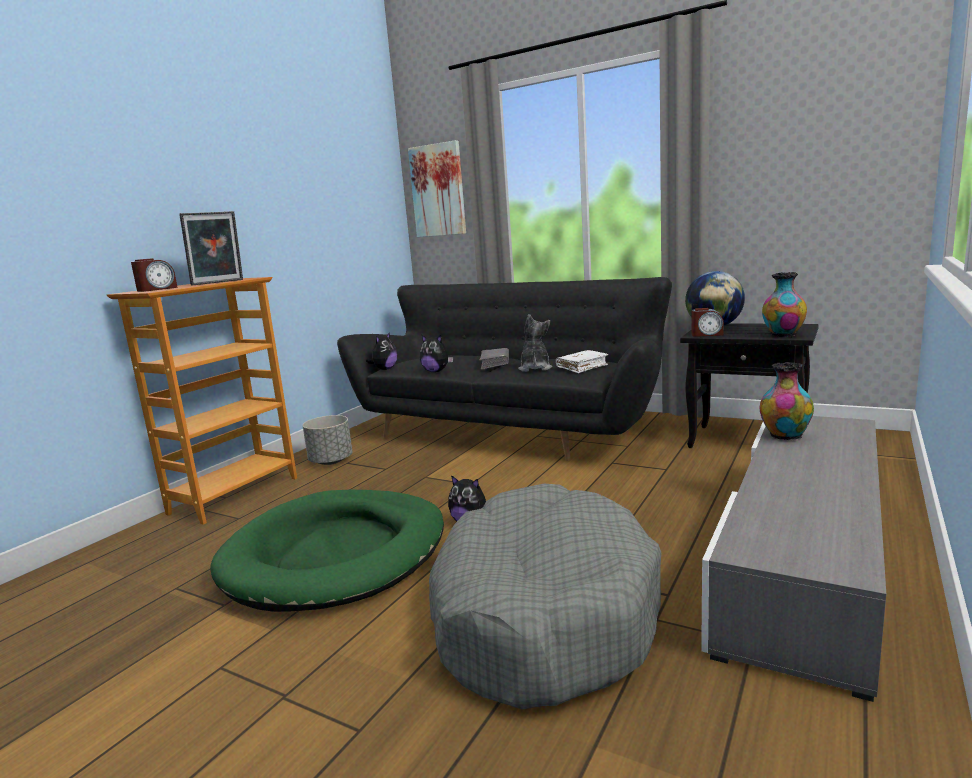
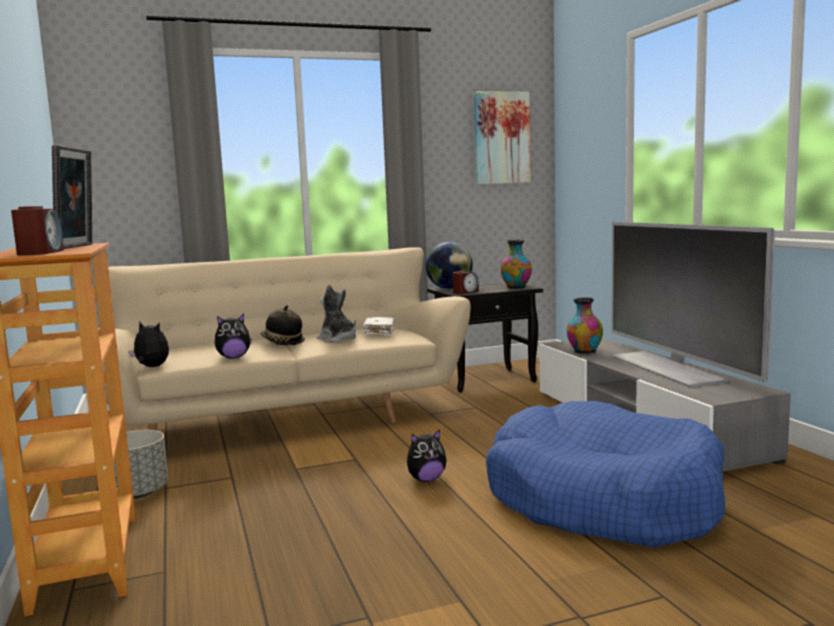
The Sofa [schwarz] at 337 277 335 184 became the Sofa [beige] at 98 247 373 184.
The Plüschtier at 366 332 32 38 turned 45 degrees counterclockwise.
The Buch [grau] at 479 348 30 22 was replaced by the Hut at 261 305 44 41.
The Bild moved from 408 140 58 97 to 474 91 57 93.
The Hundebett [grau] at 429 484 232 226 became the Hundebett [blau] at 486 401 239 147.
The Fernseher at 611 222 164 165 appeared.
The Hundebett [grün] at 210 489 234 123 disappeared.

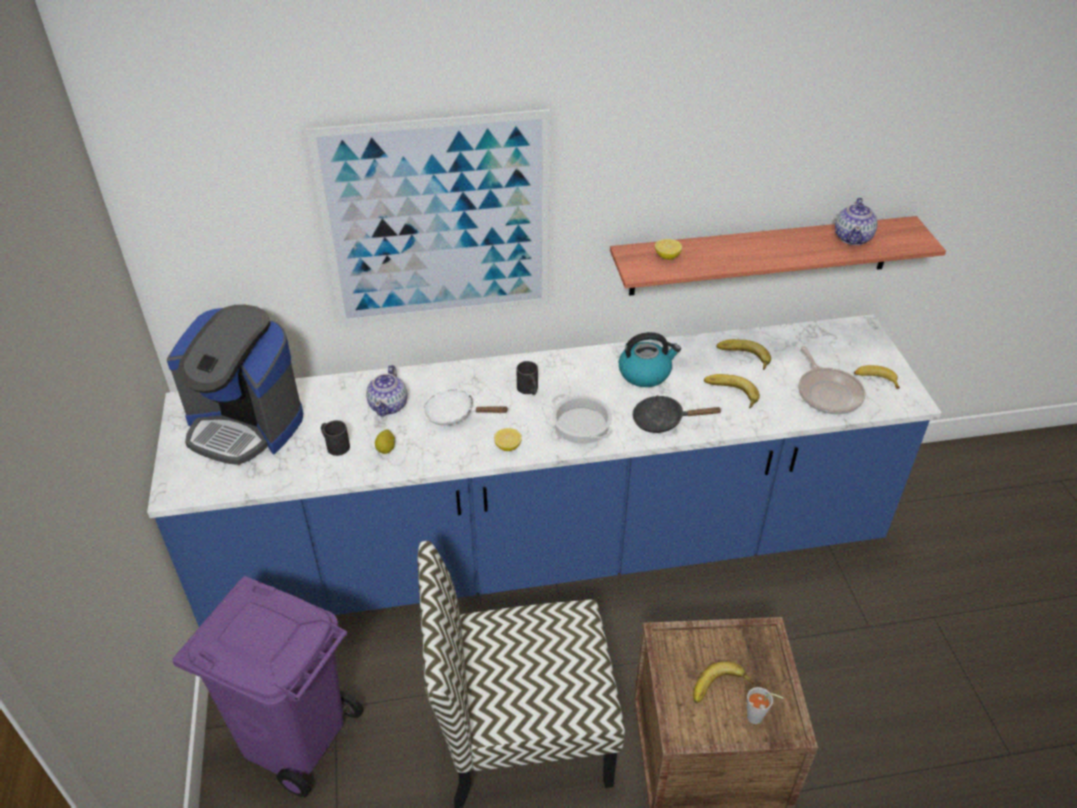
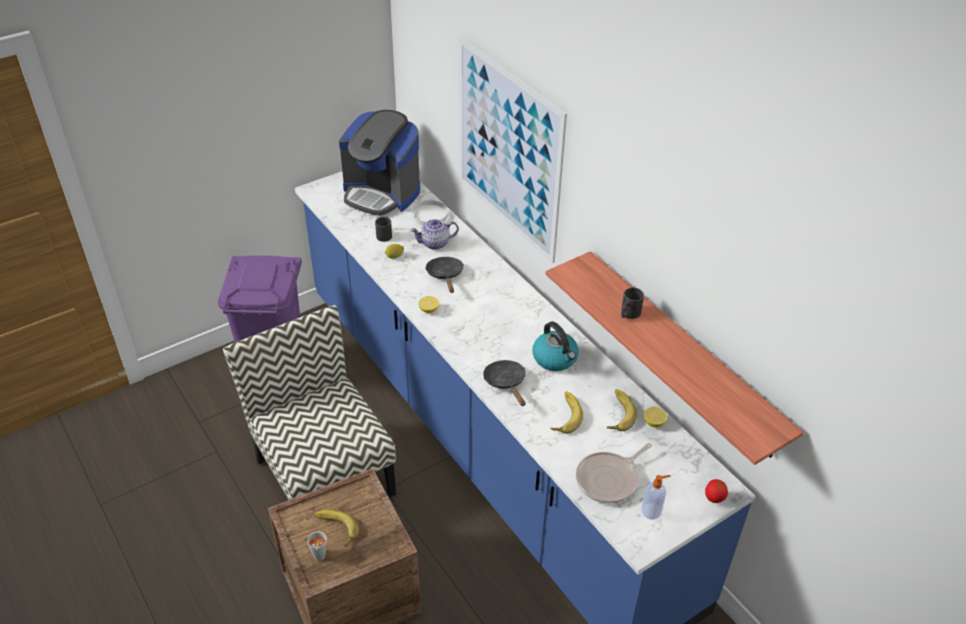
The Kaffeemaschine at 167 305 136 160 turned 60 degrees counterclockwise.
The Teller [weiß] at 412 200 36 26 appeared.
The Pfanne [weiß] at 424 389 85 37 became the Pfanne [schwarz] at 425 257 39 36.
The Henkelbecher [schwarz] moved from 516 361 22 34 to 621 287 23 32.
The Banane at 854 365 46 24 was replaced by the Seifenspender at 641 475 30 44.
The Zitrone moved from 655 239 27 21 to 644 407 24 21.
The Tomate at 705 479 23 24 appeared.
The Kochtopf at 552 394 61 50 disappeared.
The Teekanne at 835 198 43 47 disappeared.

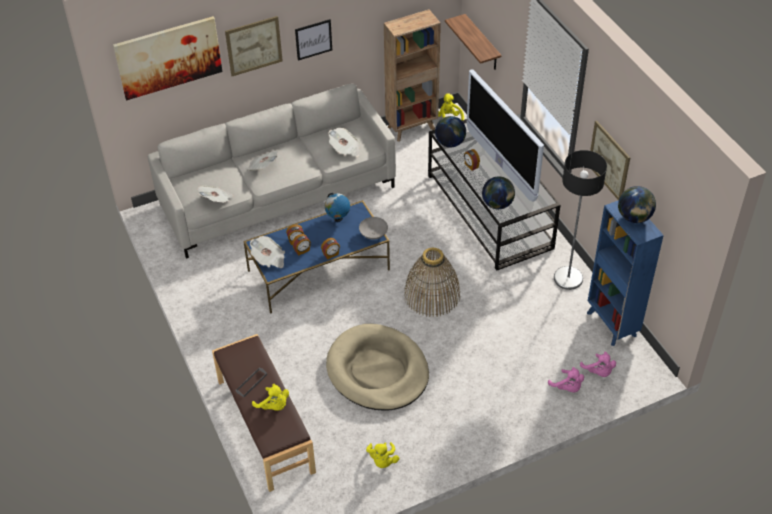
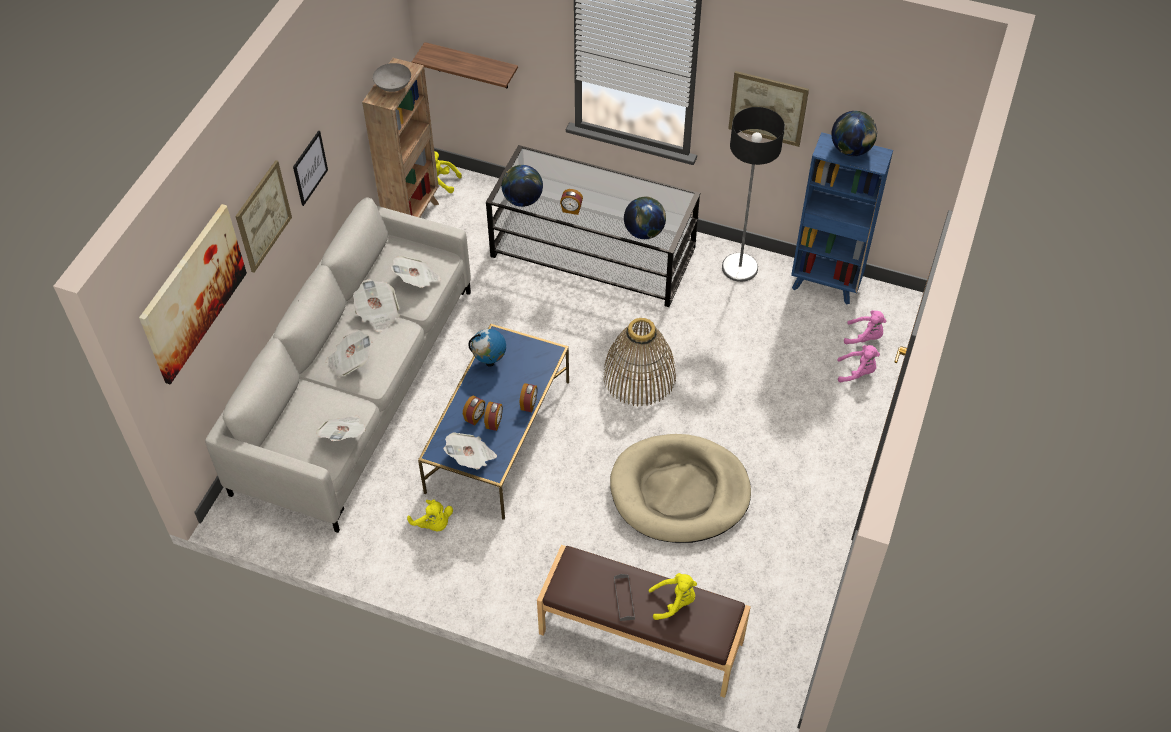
The Zeitung at 353 279 47 53 appeared.
The Schüssel [grau] moved from 359 217 29 23 to 373 63 38 29.
The Plüschtier [gelb] moved from 366 442 33 26 to 407 500 46 31.
The Fernseher at 467 70 77 132 disappeared.

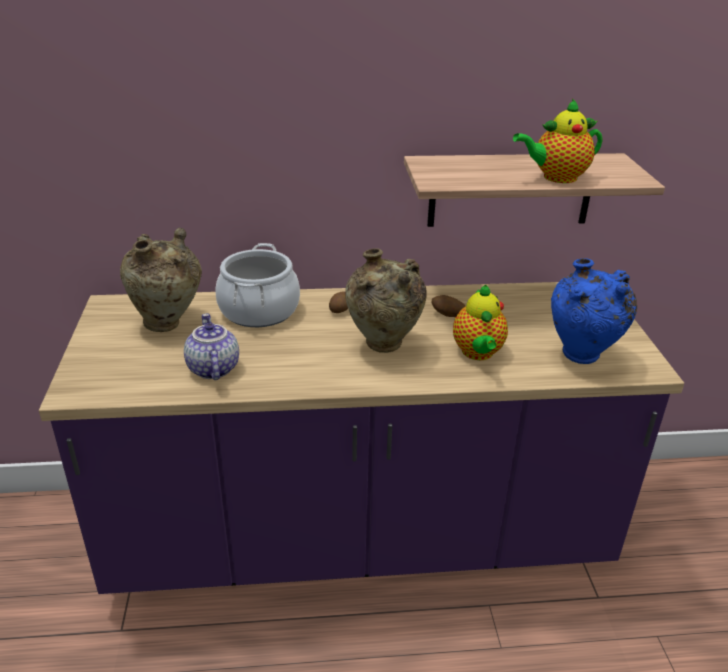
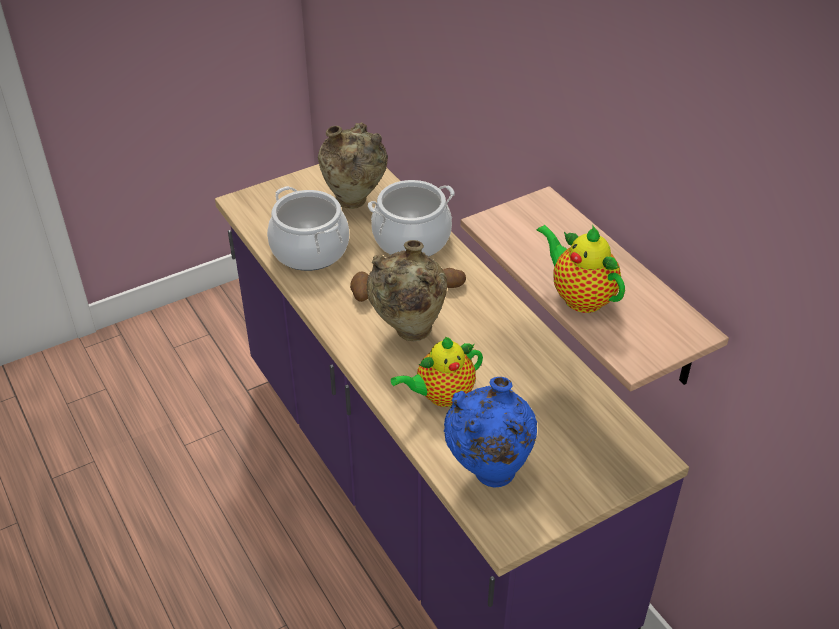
The Teekanne at 184 313 55 67 was replaced by the Kochtopf at 267 186 82 85.
The Kartoffel moved from 431 295 34 22 to 350 271 19 31.

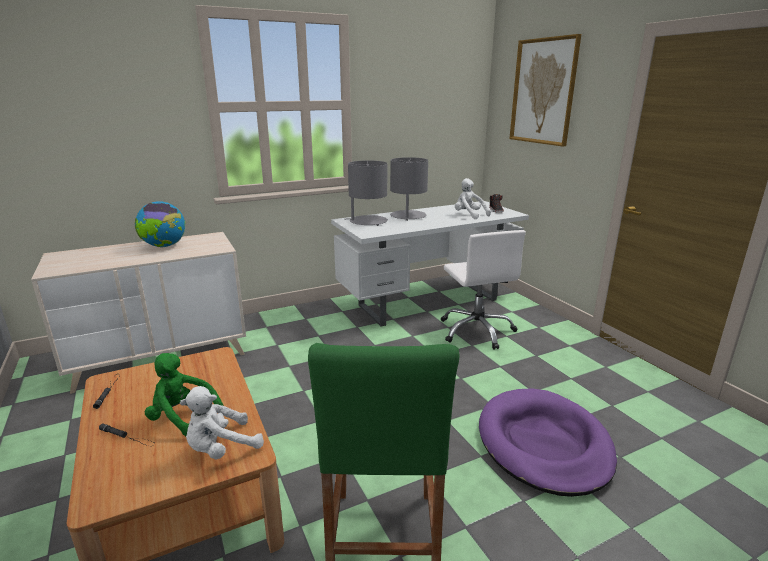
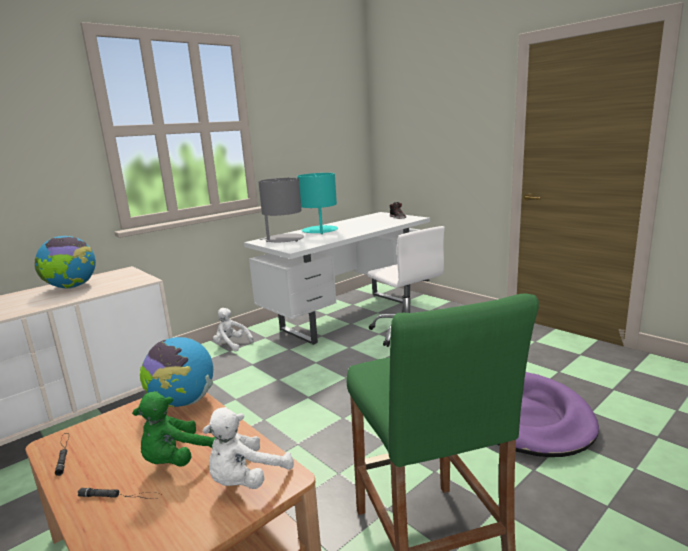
The Plüschtier [grün] at 145 353 79 83 turned 60 degrees counterclockwise.
The Globus at 140 337 73 70 appeared.
The Plüschtier [weiß] moved from 455 178 36 41 to 213 308 41 43.
The Tischlampe [grau] at 390 157 38 64 became the Tischlampe [türkis] at 297 173 41 61.
The Bild at 509 34 72 113 disappeared.

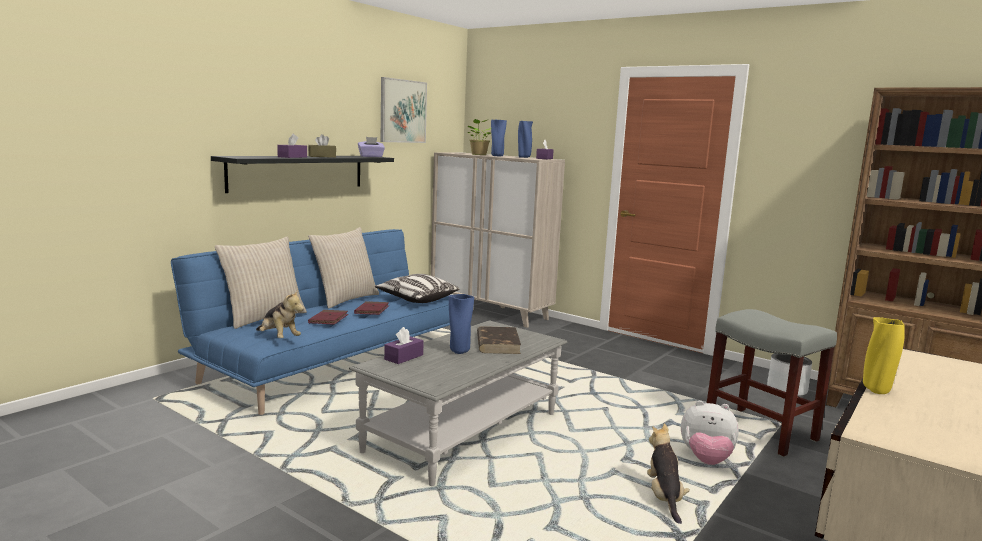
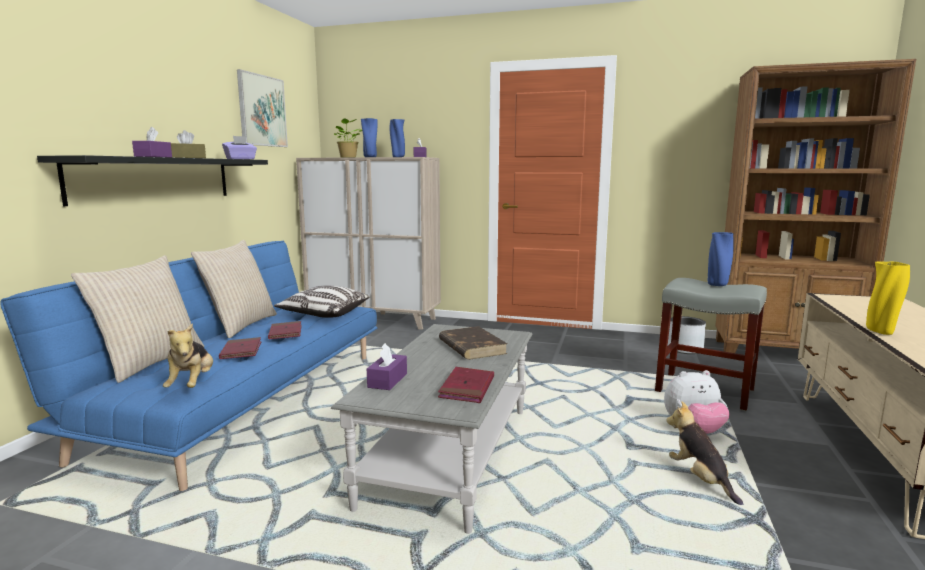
The Plüschtier at 256 289 48 49 turned 60 degrees clockwise.
The Buch [rot] at 438 367 56 36 appeared.
The Vase [blau] moved from 449 294 25 60 to 708 232 26 54.

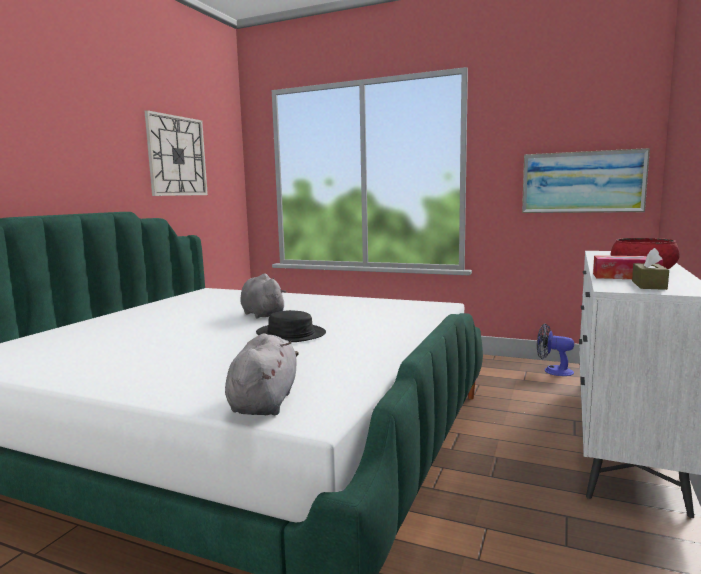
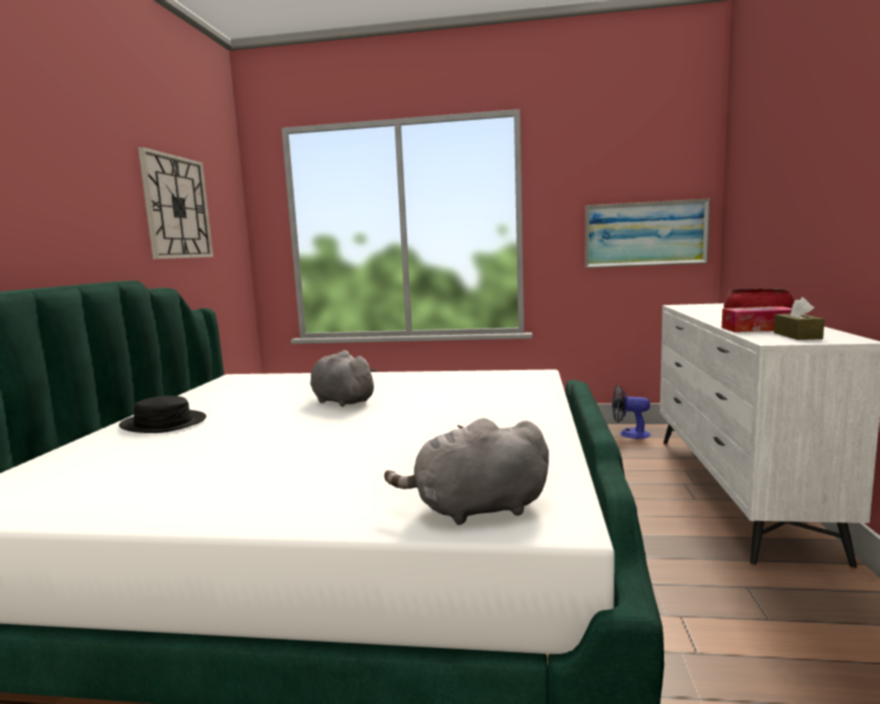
The Hut [schwarz] moved from 256 310 70 32 to 119 396 87 37.
The Plüschtier [grau] at 225 333 74 82 turned 90 degrees counterclockwise.

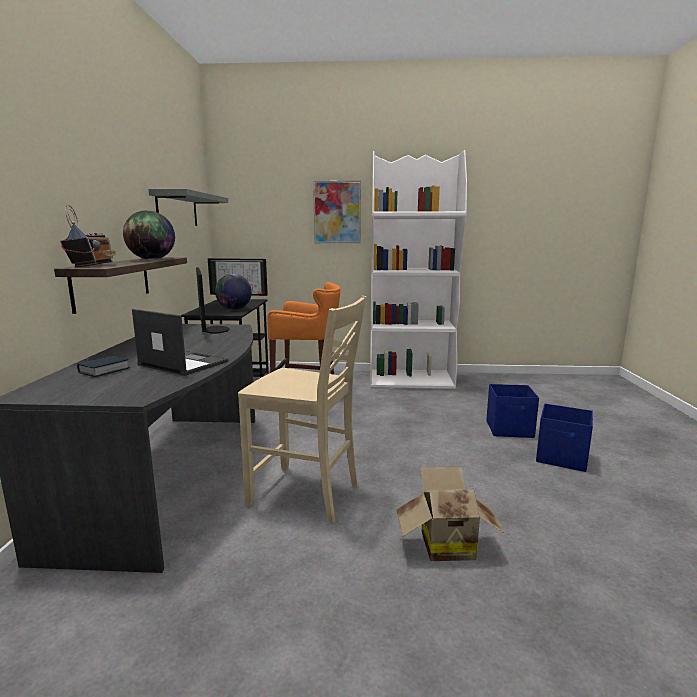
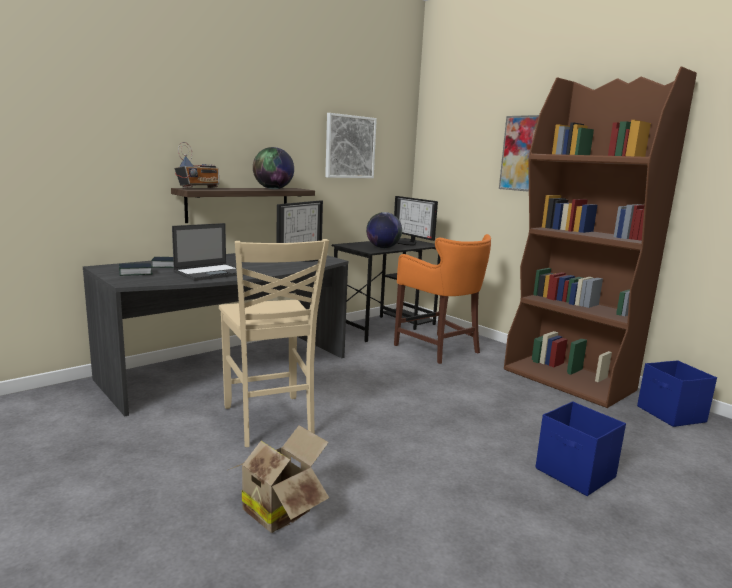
The Buch at 119 263 34 13 appeared.
The Laptop at 132 309 96 67 turned 60 degrees clockwise.
The Wandregal [grau] at 148 189 80 37 was replaced by the Bild at 325 113 52 65.
The Bücherregal [weiß] at 370 150 97 239 became the Bücherregal [braun] at 504 67 193 341.
The Aufbewahrungsbox [blau] moved from 536 403 57 69 to 637 360 80 67.

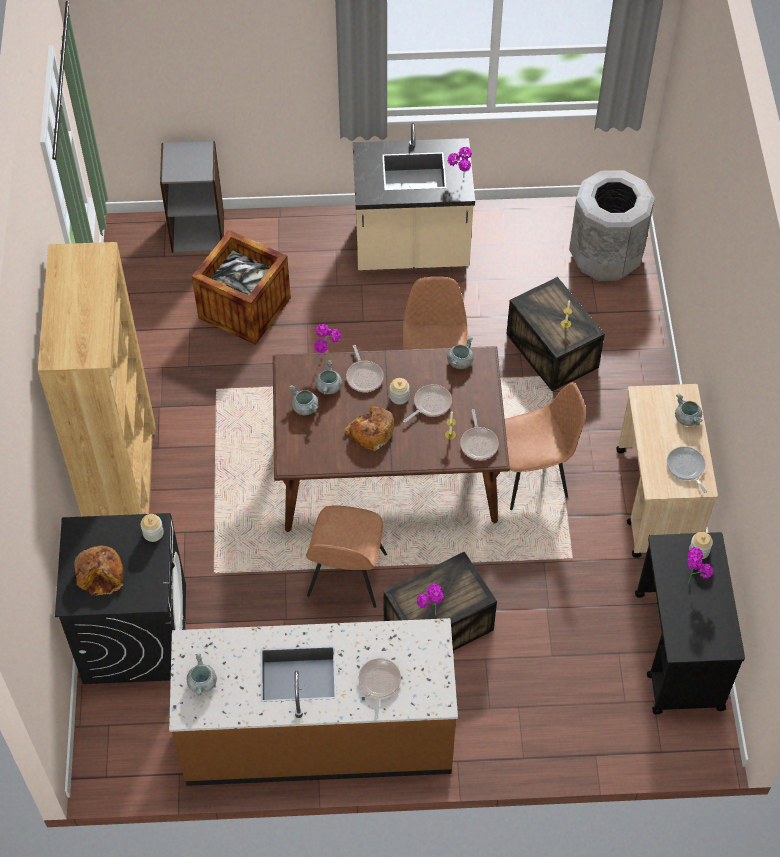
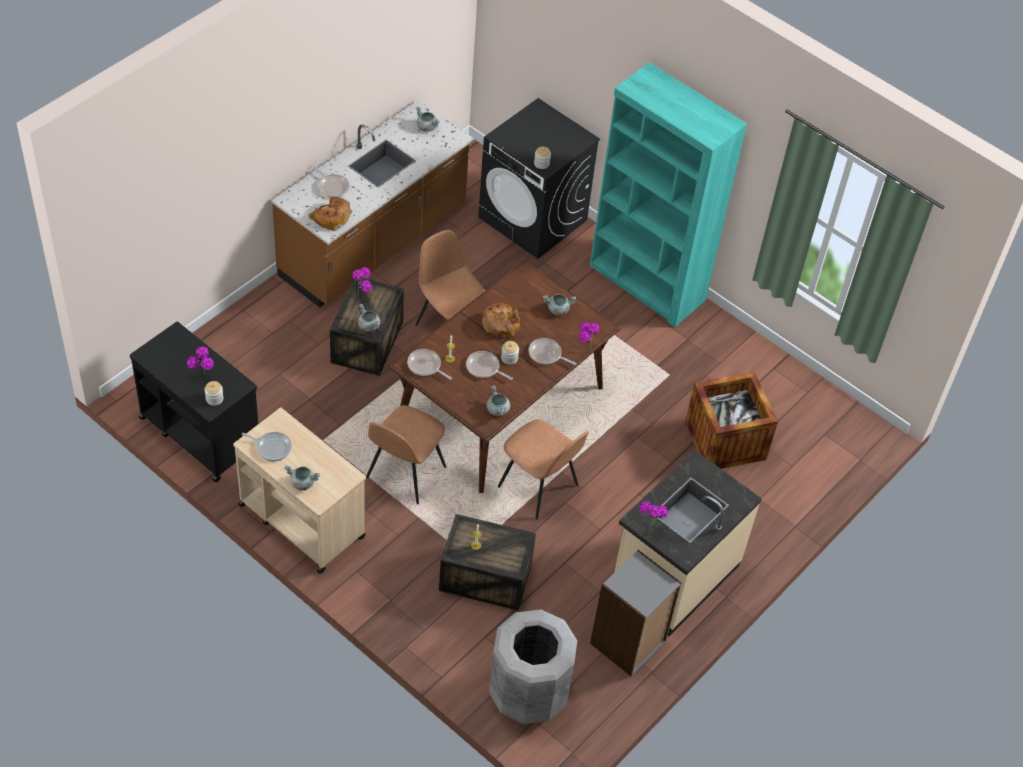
The Brot moved from 74 546 50 50 to 309 197 41 34.
The Kochtopf [grau] moved from 316 360 26 35 to 358 304 23 28.
The Pfanne at 403 384 49 39 turned 120 degrees clockwise.
The Bücherregal [braun] at 38 242 118 275 became the Bücherregal [türkis] at 590 62 157 265.
The Bücherregal [grau] moved from 160 141 64 112 to 590 550 92 127.

